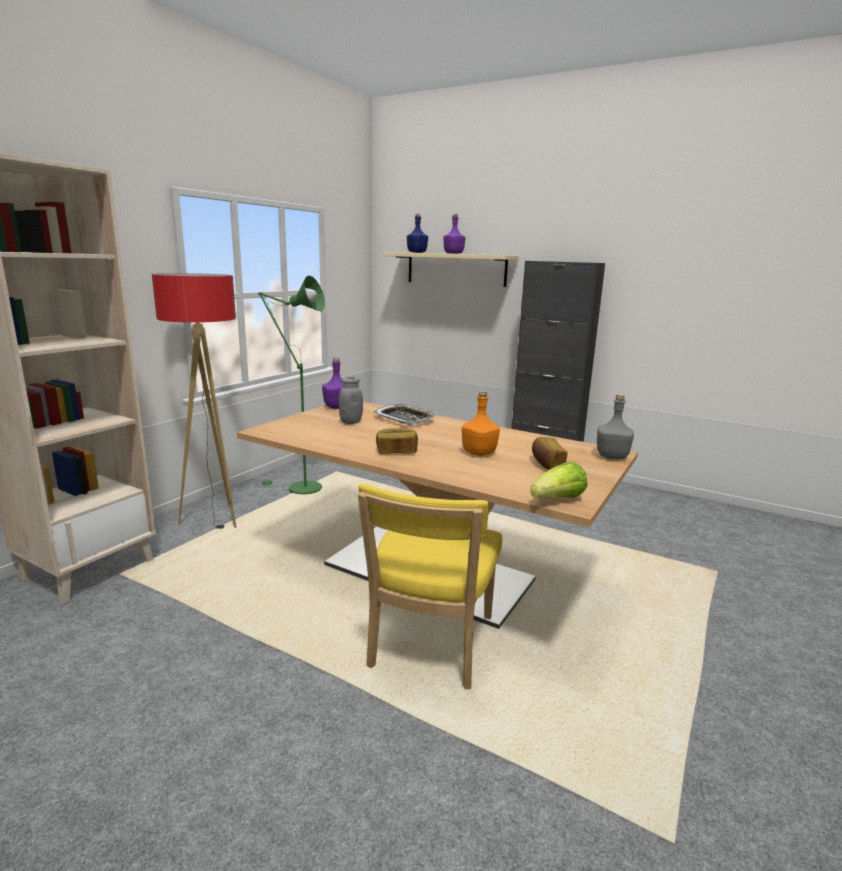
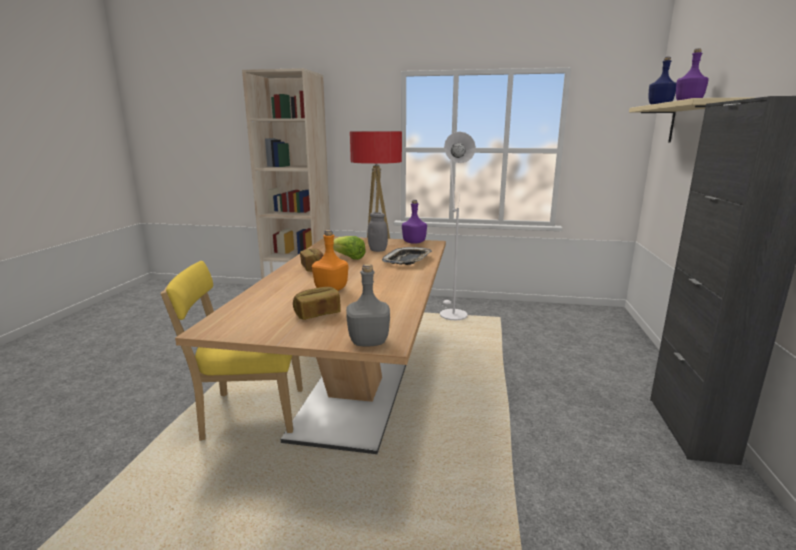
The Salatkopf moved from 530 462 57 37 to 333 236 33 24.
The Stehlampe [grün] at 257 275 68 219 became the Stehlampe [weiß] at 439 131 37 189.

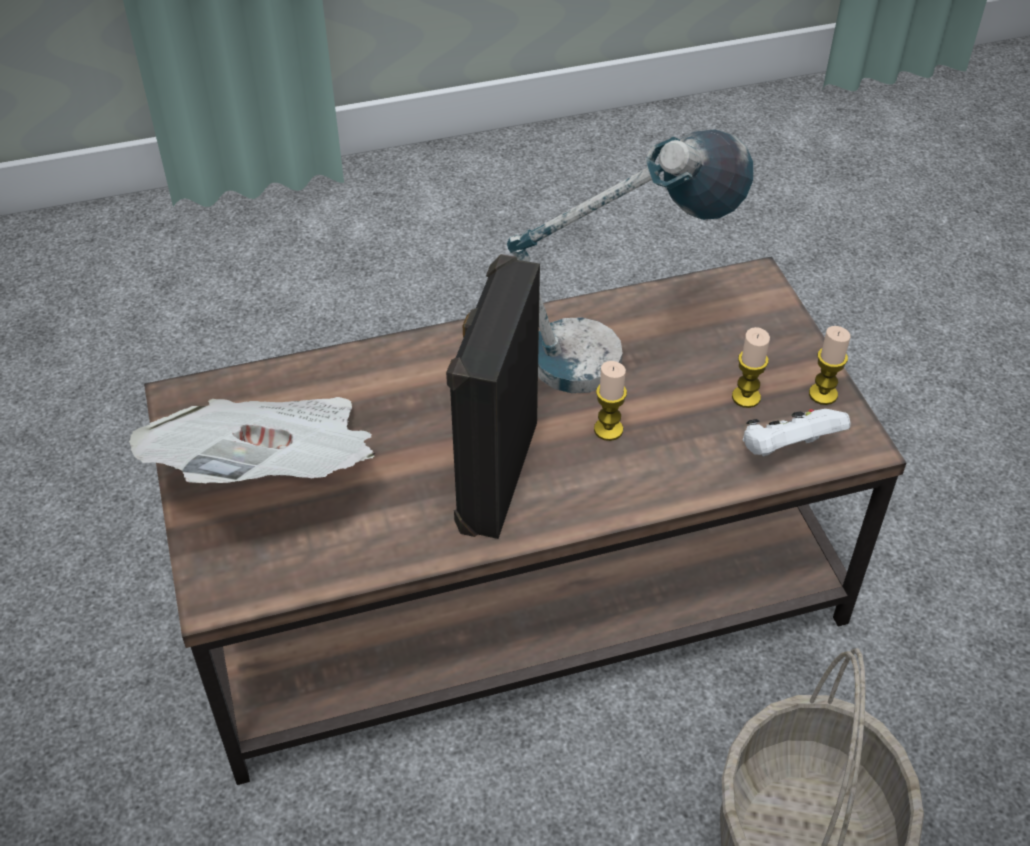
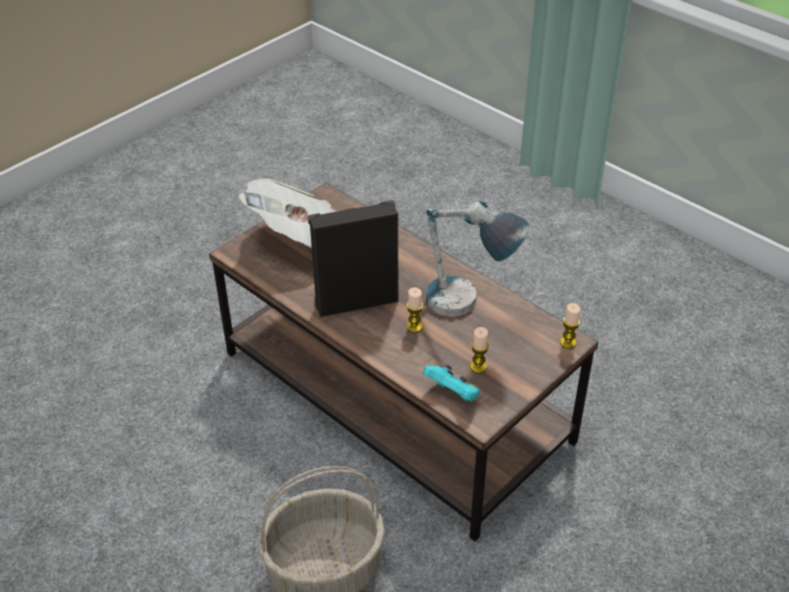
The Gamepad [weiß] at 742 409 108 48 became the Gamepad [türkis] at 423 365 57 36.
The Kerze moved from 809 326 42 79 to 560 303 20 46.

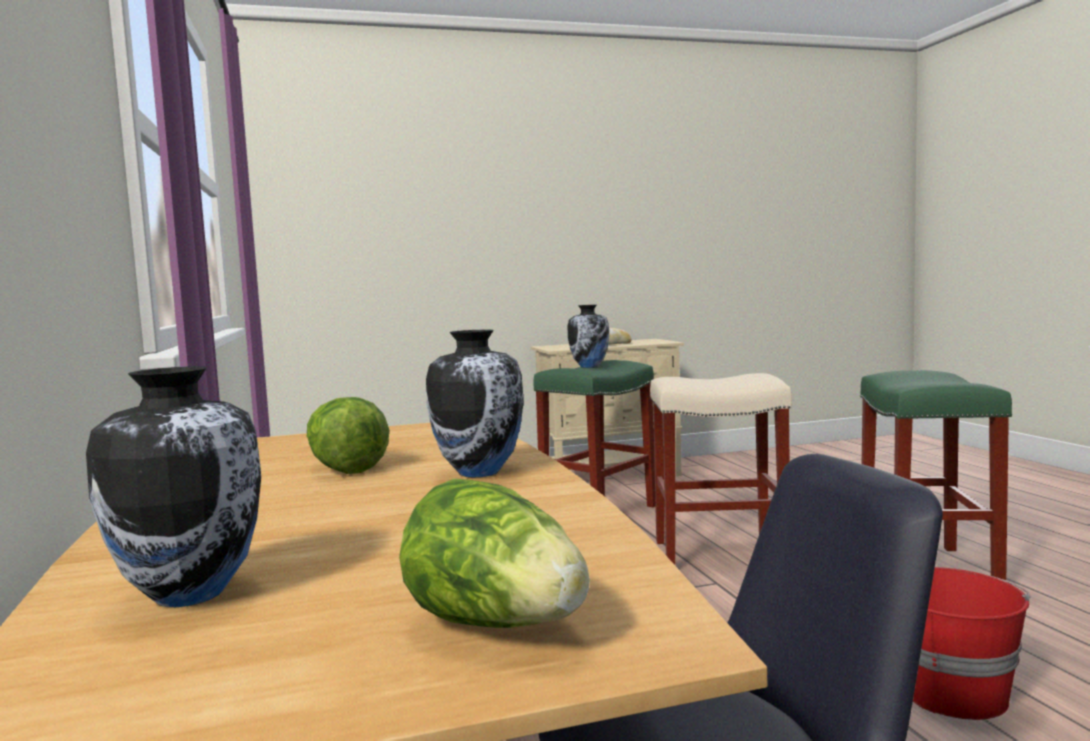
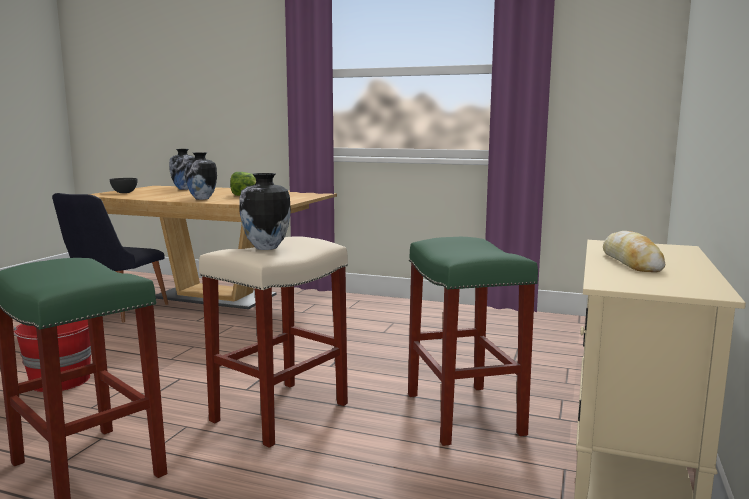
The Salatkopf at 399 479 191 149 was replaced by the Schüssel [grau] at 109 178 29 15.
The Vase moved from 568 305 41 63 to 239 173 52 77.

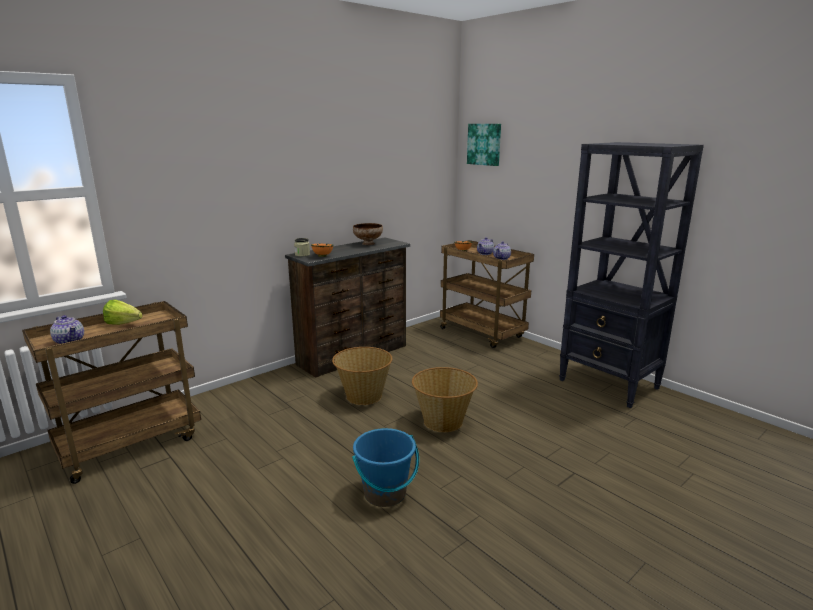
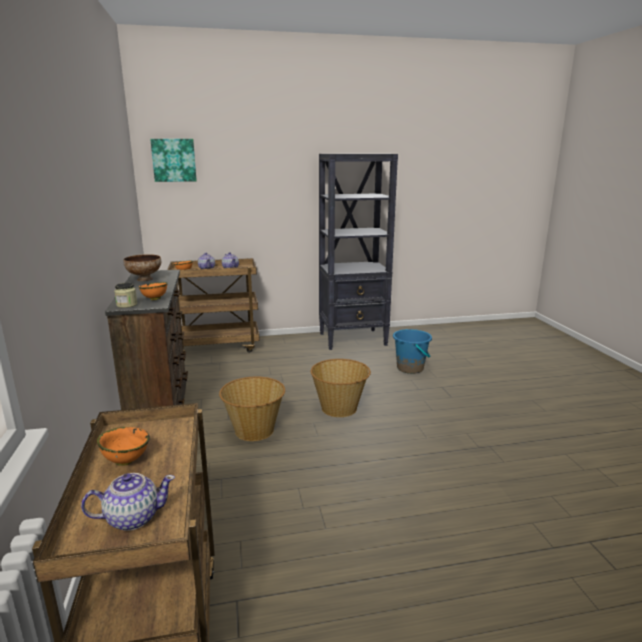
The Salatkopf at 103 300 39 25 was replaced by the Schüssel [orange] at 97 427 53 39.
The Eimer [blau] moved from 352 428 67 79 to 393 329 39 45.

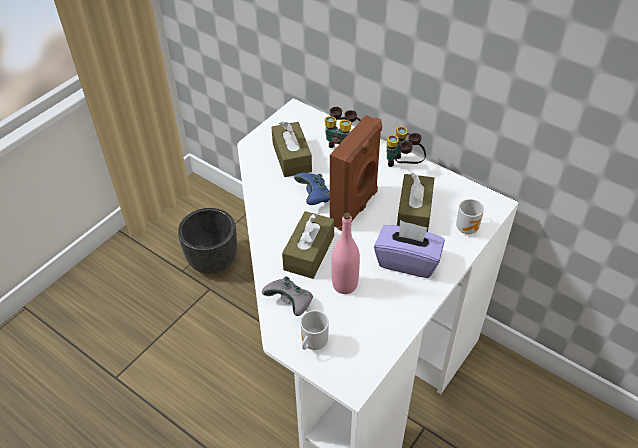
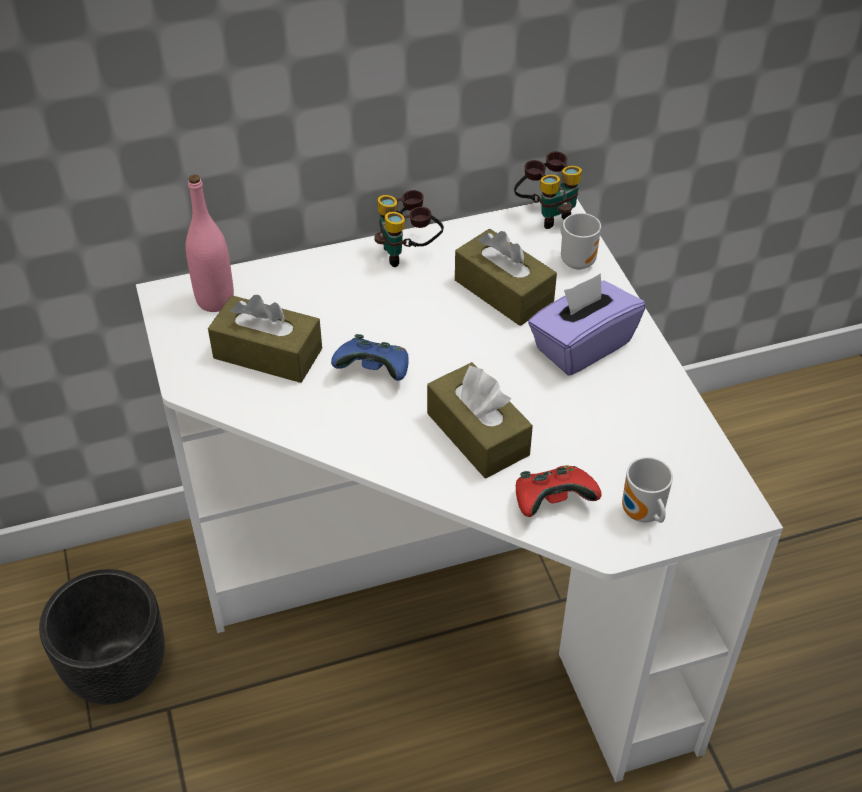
The Flasche [rosa] moved from 332 213 28 81 to 186 175 48 137.
The Fernglas moved from 325 107 36 41 to 514 151 68 78.
The Gamepad [grau] at 262 276 51 40 became the Gamepad [rot] at 516 465 86 52.
The Lautsprecher [braun] at 330 115 52 116 disappeared.

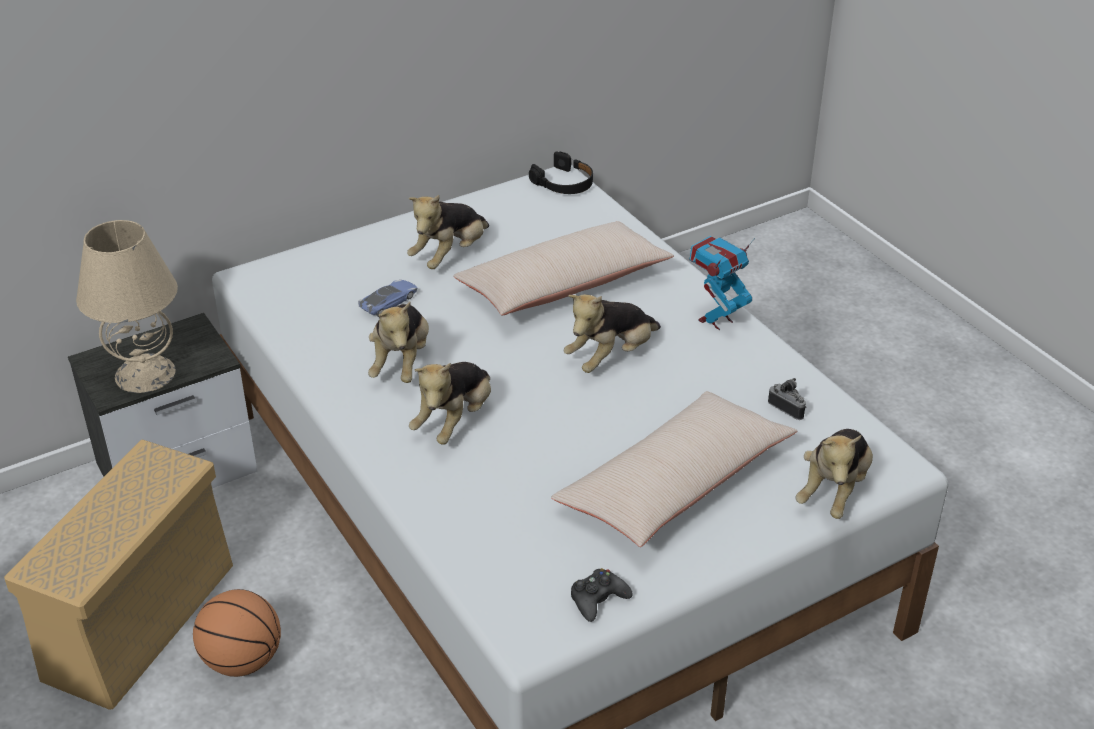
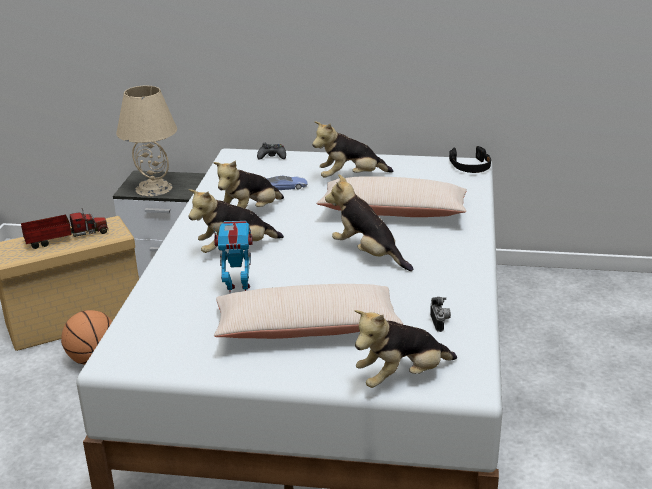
The Spielzeuglaster at 21 208 87 41 appeared.
The Spielzeugroboter moved from 689 236 66 94 to 213 221 40 73.
The Gamepad [schwarz] moved from 571 568 62 54 to 257 143 29 17.
The Plüschtier at 564 294 97 79 turned 45 degrees clockwise.

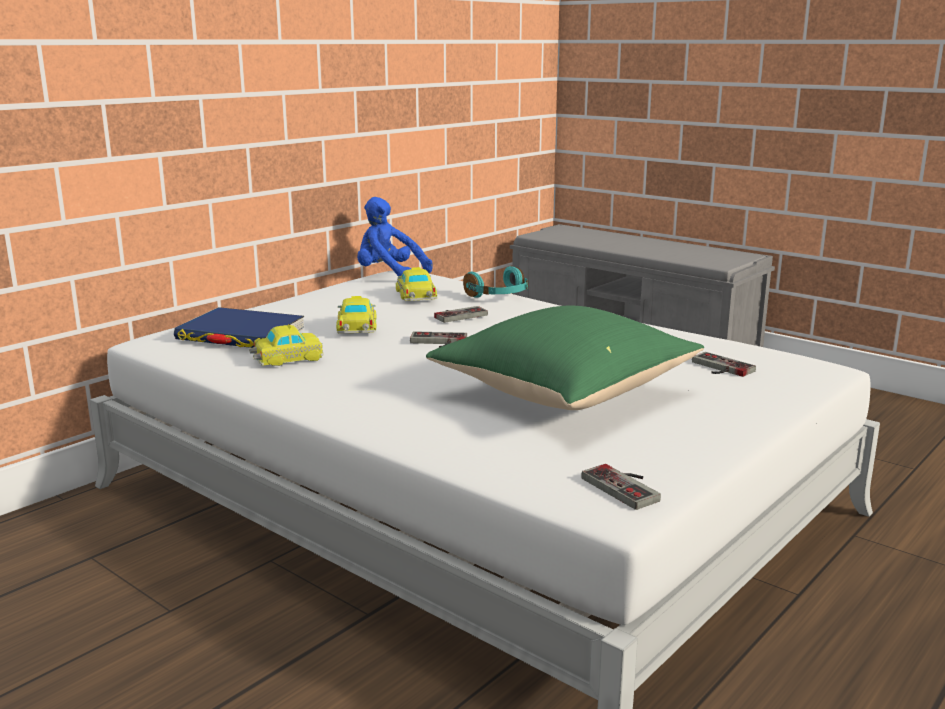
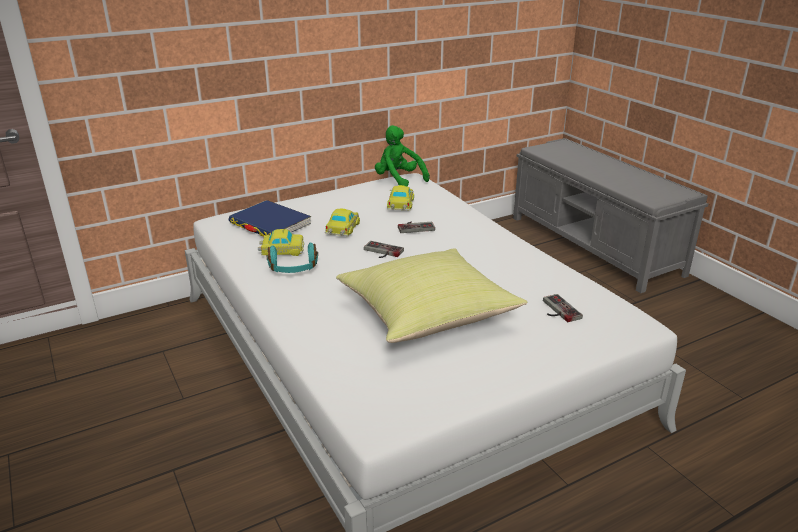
The Kopfhörer [türkis] moved from 463 266 66 32 to 266 243 52 30.
The Kissen [grün] at 426 306 278 104 became the Kissen [gelb] at 336 248 191 95.
The Plüschtier [blau] at 357 197 75 80 became the Plüschtier [grün] at 375 125 55 62.
The Gamepad at 581 464 80 46 disappeared.

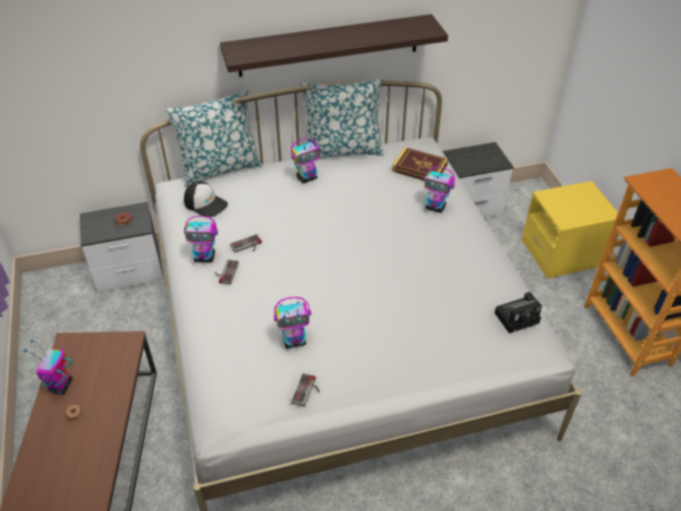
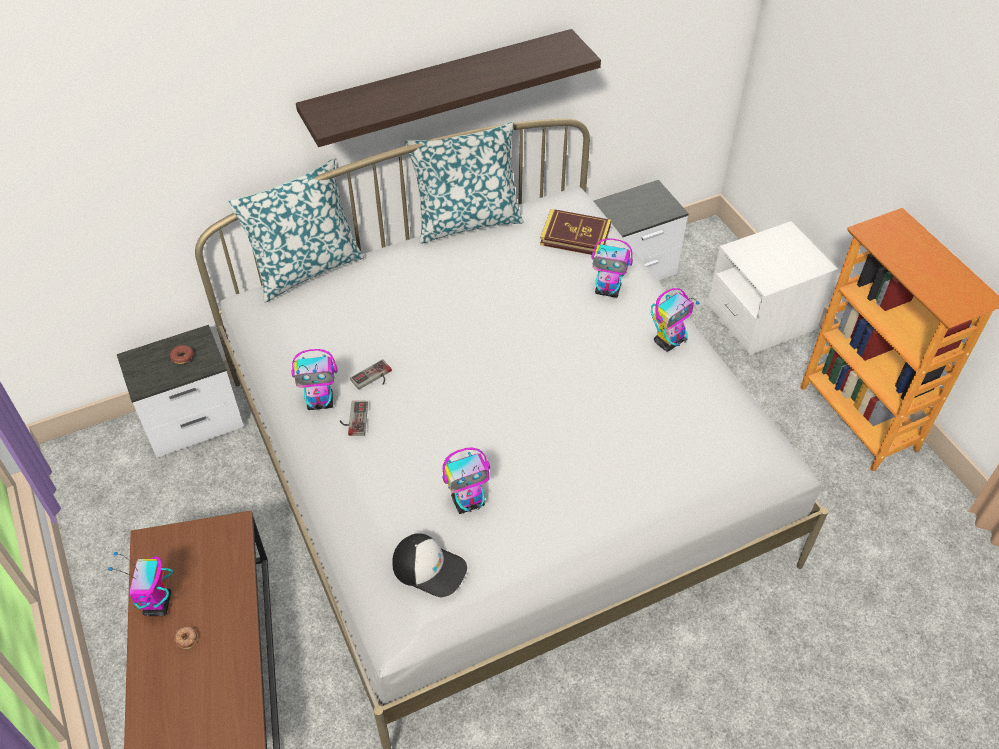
The Kappe moved from 184 181 44 36 to 392 533 75 64.
The Spielzeugroboter moved from 291 138 29 46 to 651 288 48 64.
The Nachttisch [gelb] at 521 181 97 98 became the Nachttisch [weiß] at 707 221 131 135.
The Gamepad at 291 373 28 34 disappeared.
The Kamera at 495 292 47 41 disappeared.

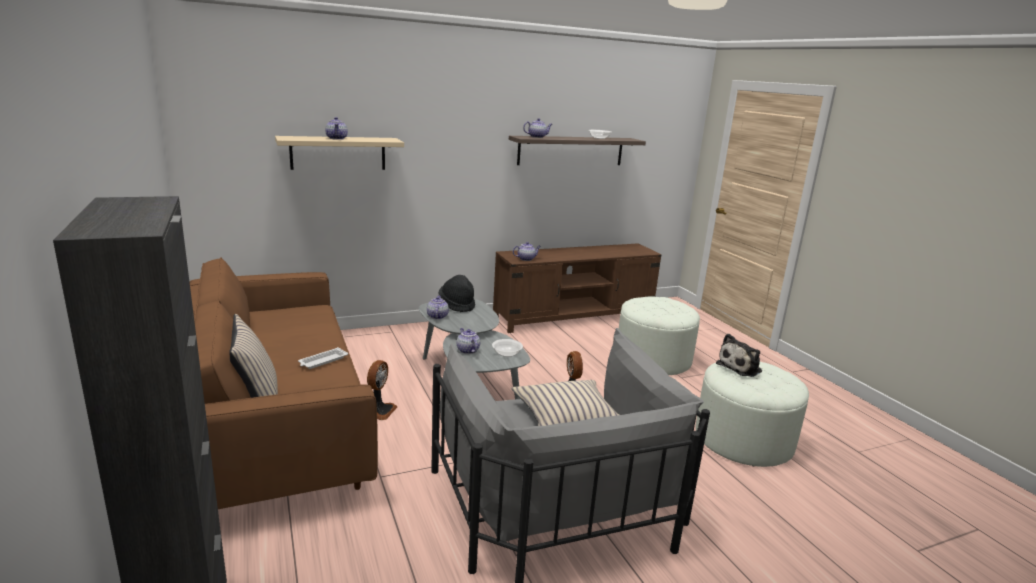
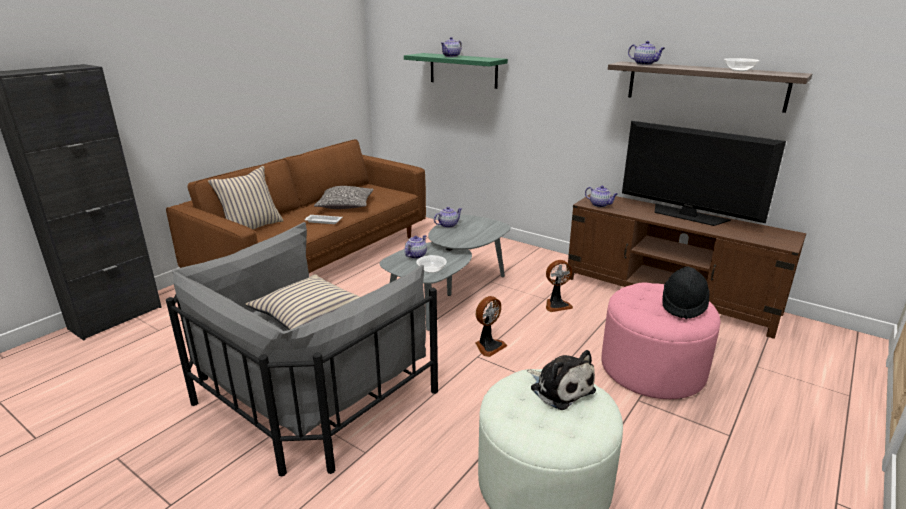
The Kissen at 314 186 59 23 appeared.
The Wandregal [beige] at 275 136 129 34 became the Wandregal [grün] at 404 53 104 36.
The Plüschtier at 716 334 46 43 turned 150 degrees counterclockwise.
The Ventilator moved from 367 360 31 60 to 546 260 27 52.
The Polsterhocker [weiß] at 619 297 81 78 became the Polsterhocker [rosa] at 601 283 119 116.
The Fernseher at 622 121 164 105 appeared.
The Hut [schwarz] moved from 439 275 36 37 to 662 266 48 53.

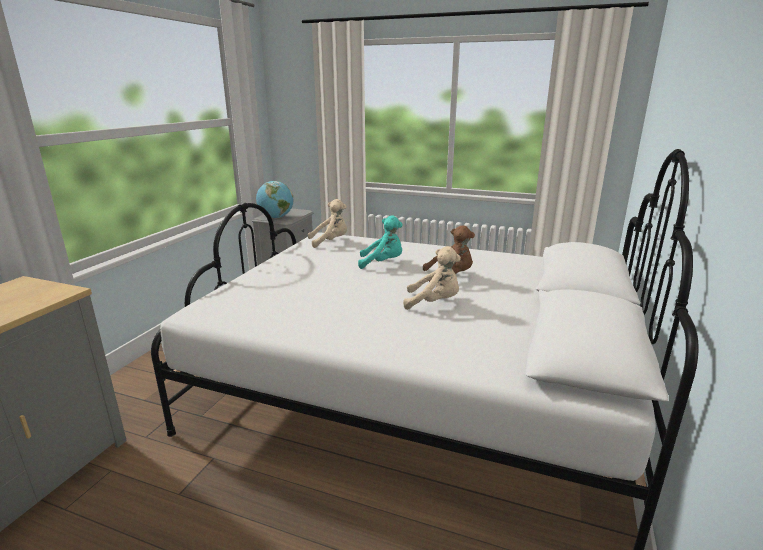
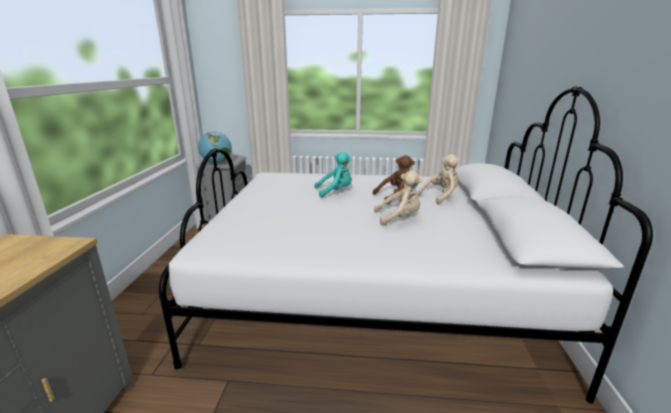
The Plüschtier [beige] moved from 308 199 39 49 to 418 154 42 50.

